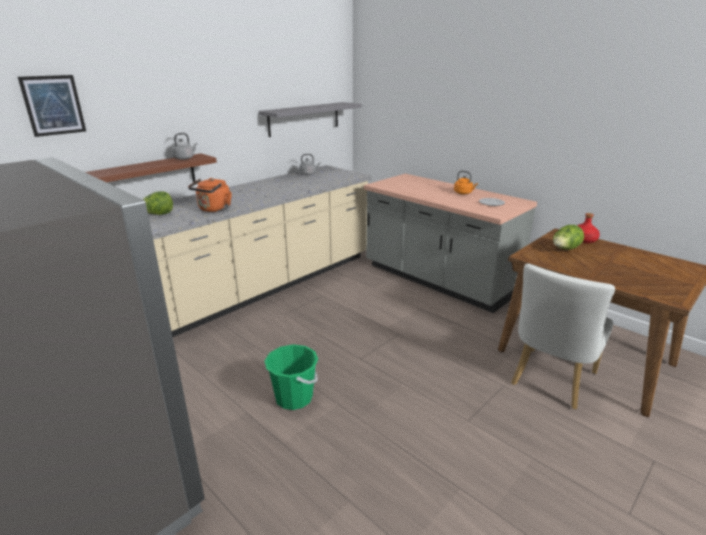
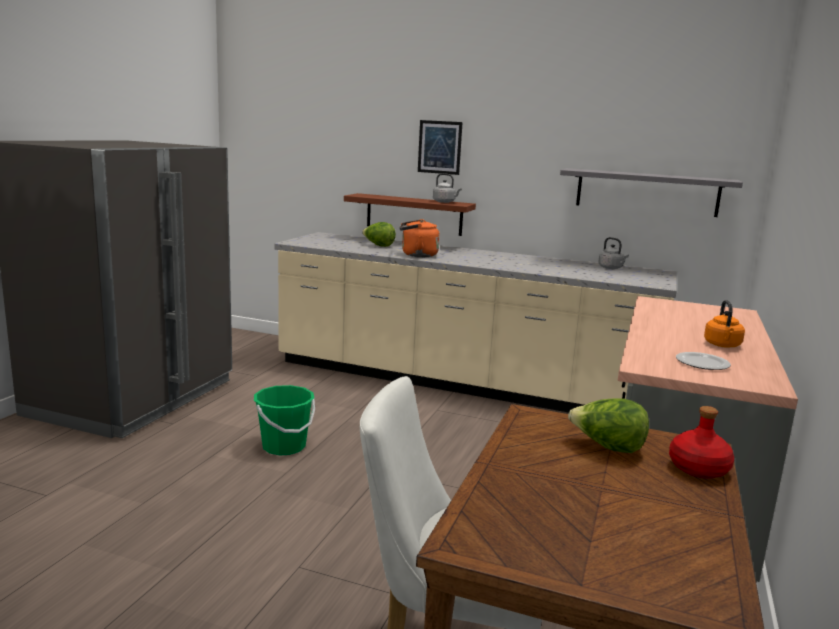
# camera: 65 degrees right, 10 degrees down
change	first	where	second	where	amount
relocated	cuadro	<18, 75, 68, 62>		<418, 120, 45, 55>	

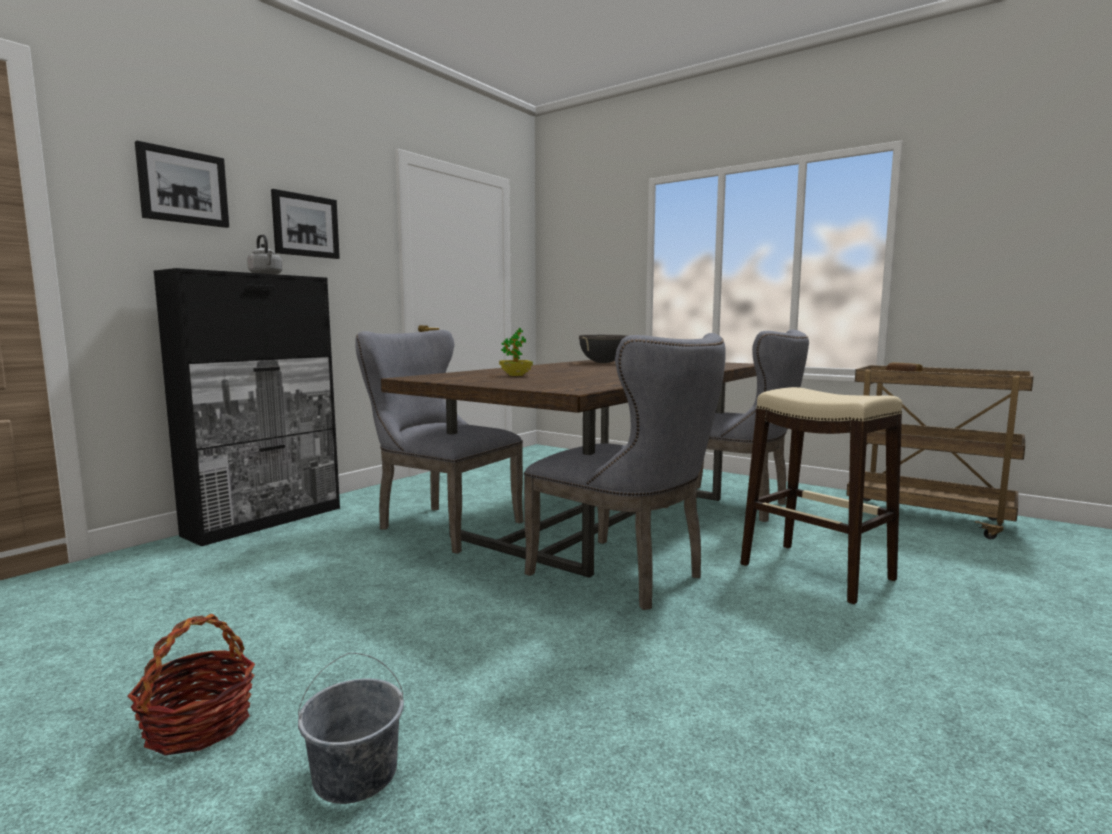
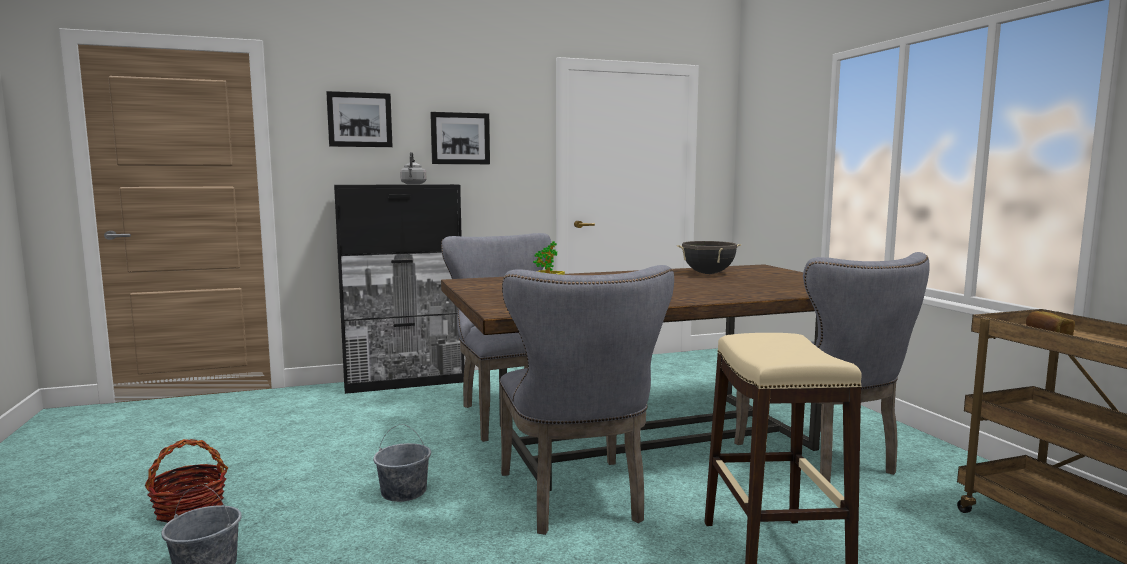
# camera: 35 degrees right, 0 degrees up
change	first	where	second	where	amount
appeared			cubo (gris)	<373, 424, 58, 78>	

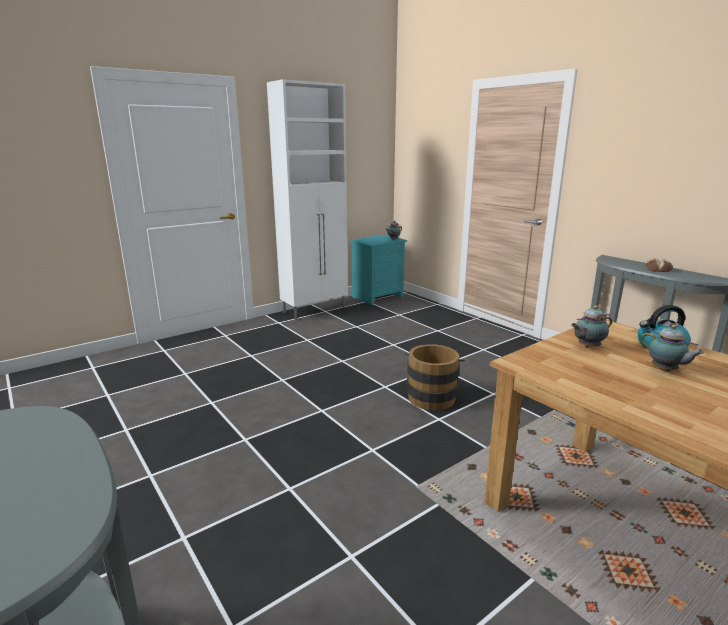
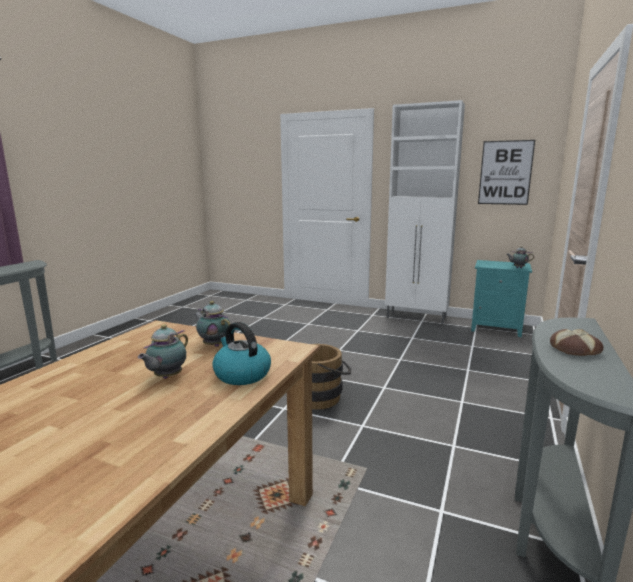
# camera: 60 degrees right, 5 degrees down
change	first	where	second	where	amount
appeared			cuadro	<478, 140, 57, 65>	

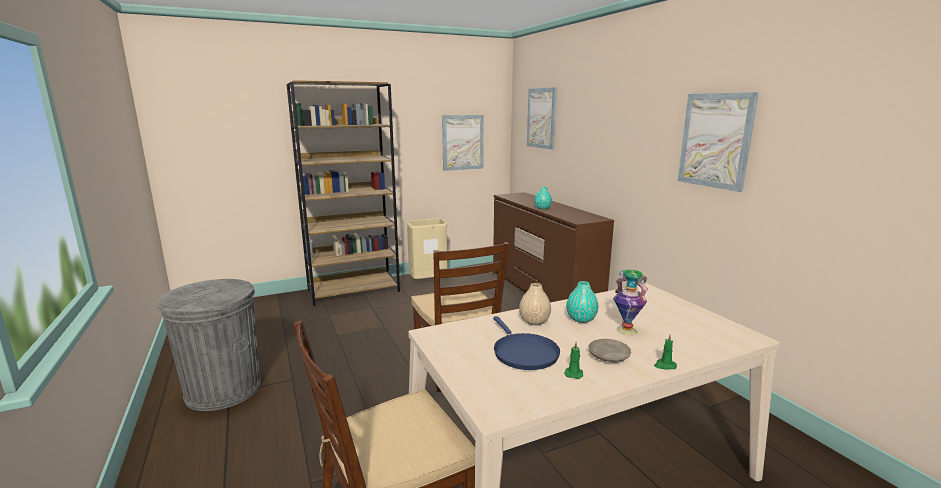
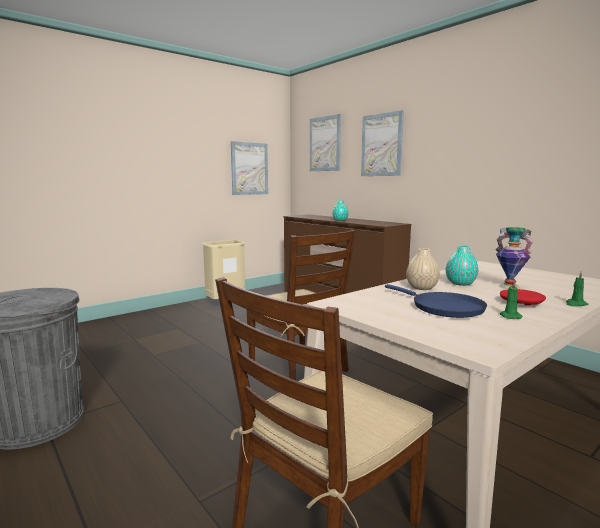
# camera: 15 degrees left, 5 degrees down
change	first	where	second	where	amount
relocated	cuadro	<678, 92, 81, 100>		<361, 110, 43, 66>	
colour	plato (beis)	<588, 339, 43, 23>	plato (rojo)	<500, 289, 46, 17>	
missing	estantería (marrón)	<287, 80, 113, 226>			

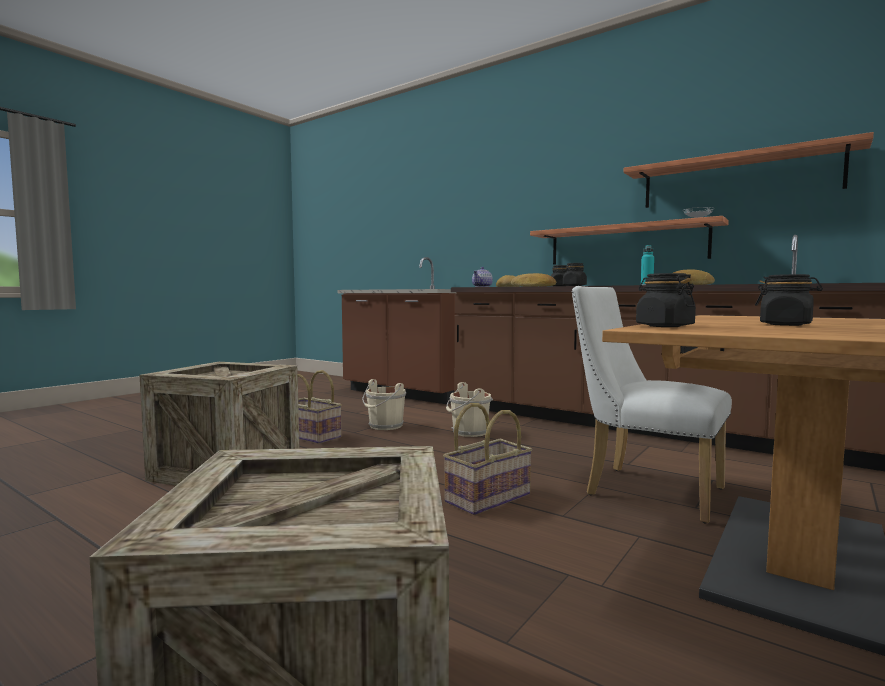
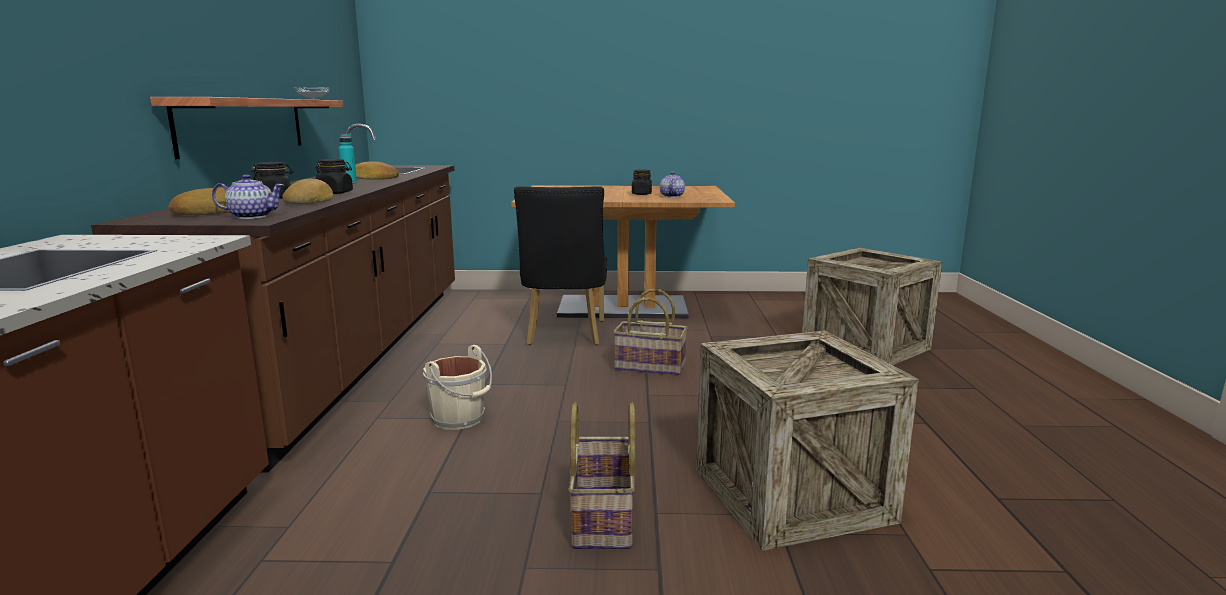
# camera: 125 degrees left, 10 degrees up
change	first	where	second	where	amount
colour	silla (blanco)	<572, 286, 160, 238>	silla (negro)	<514, 186, 93, 159>	
appeared			tetera	<660, 172, 25, 25>	
missing	cubo (beis)	<362, 379, 44, 51>			
missing	estante	<623, 132, 251, 76>			
missing	tarro (negro)	<636, 273, 60, 54>			

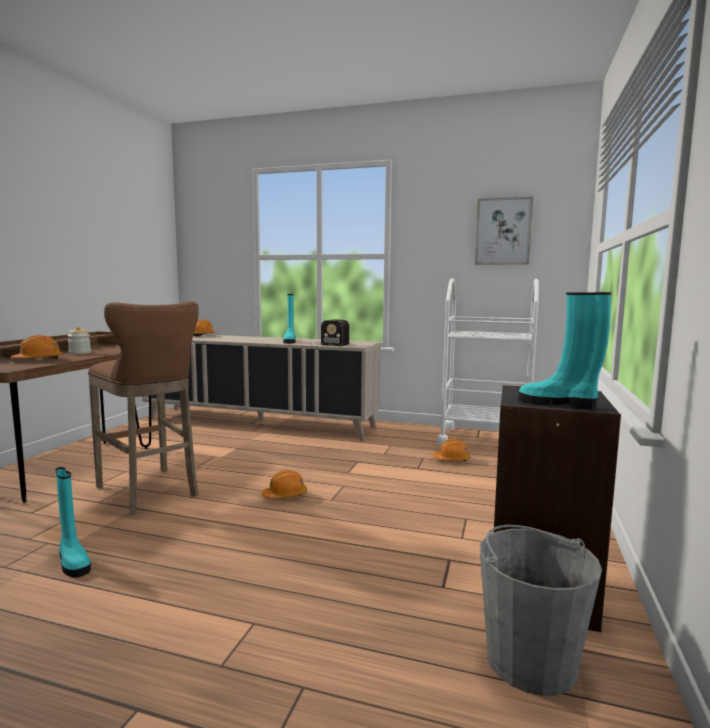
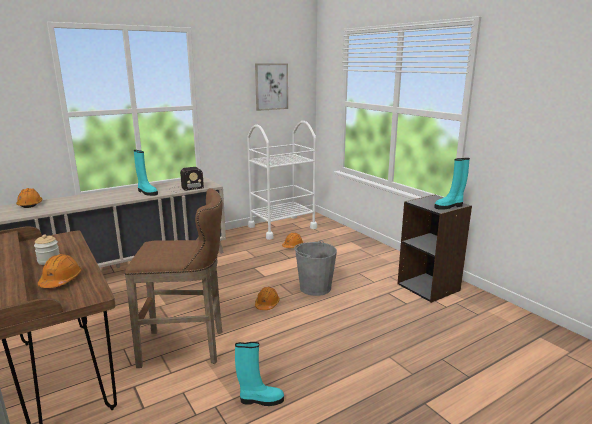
# camera: 50 degrees left, 10 degrees up
change	first	where	second	where	amount
relocated	cubo (gris)	<480, 525, 122, 171>		<294, 240, 43, 56>	

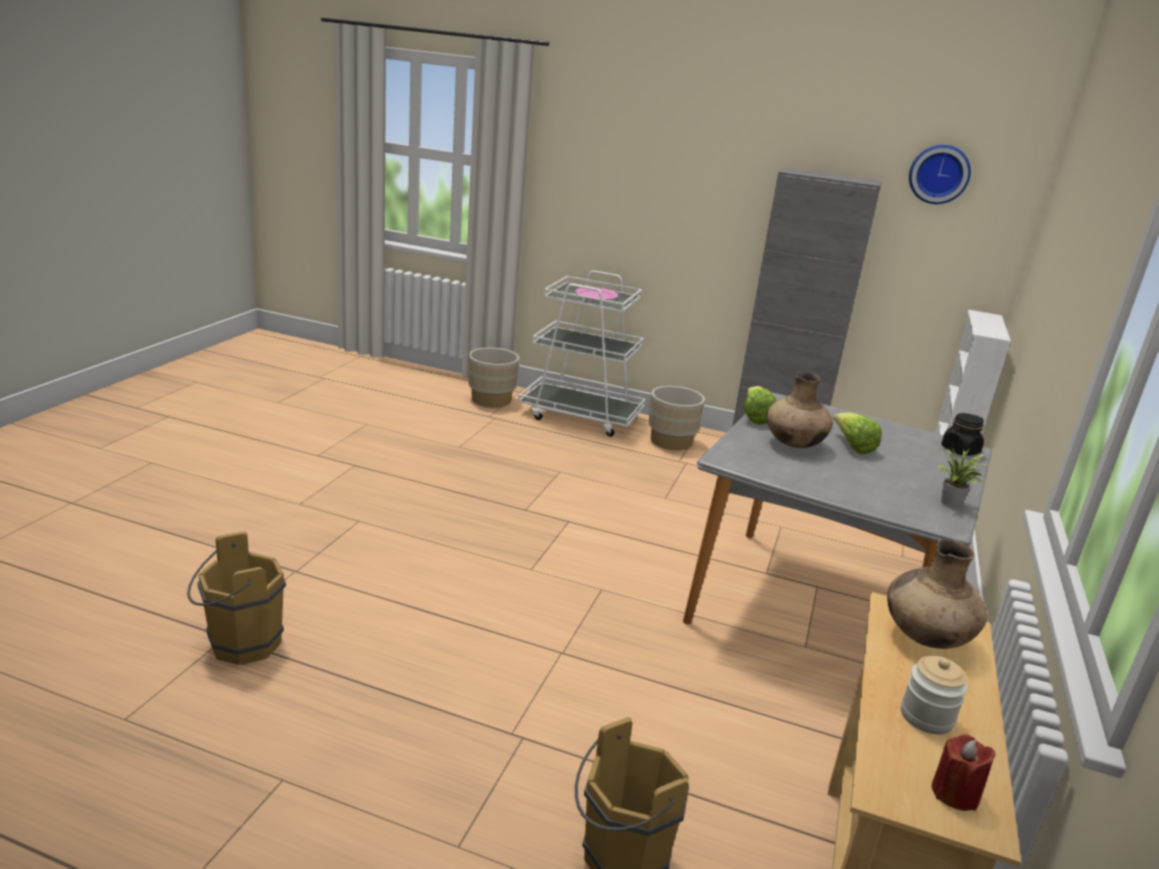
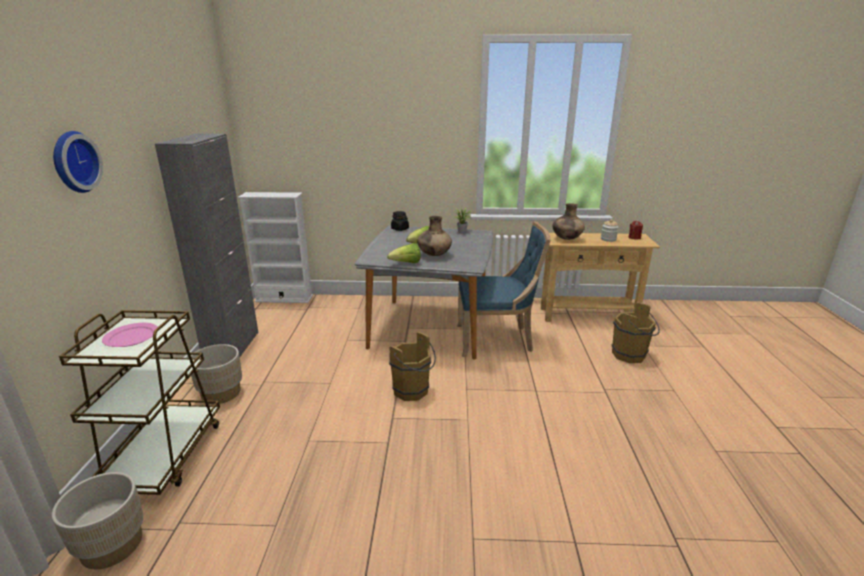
# camera: 105 degrees left, 0 degrees up
change	first	where	second	where	amount
relocated	reloj de pared	<909, 145, 62, 59>		<53, 131, 50, 62>	
colour	carrito (blanco)	<518, 270, 127, 167>	carrito (marrón)	<59, 310, 161, 185>	
relocated	cubo (marrón)	<187, 532, 99, 133>		<389, 332, 47, 69>	
appeared			silla (azul)	<457, 221, 94, 136>	

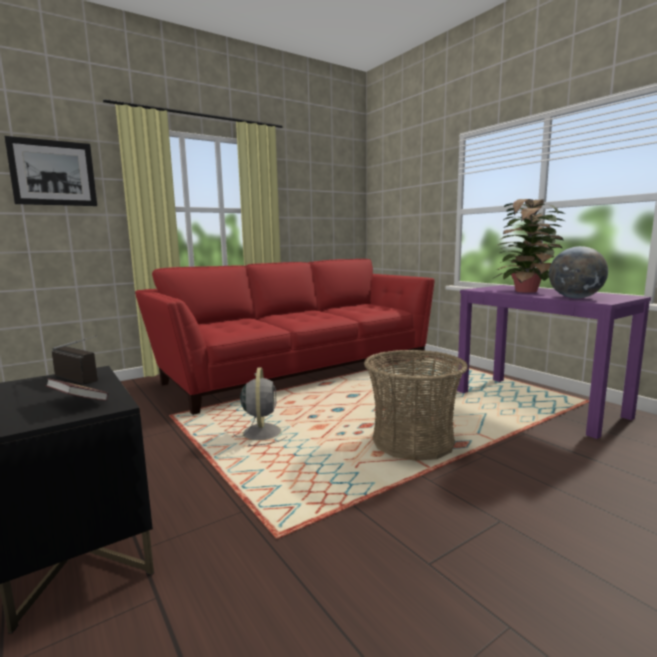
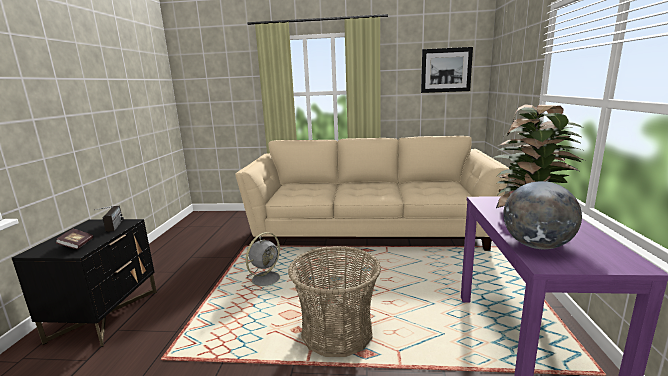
# camera: 40 degrees right, 5 degrees up
change	first	where	second	where	amount
colour	sofá (rojo)	<135, 259, 300, 156>	sofá (beis)	<235, 136, 275, 115>	
relocated	cuadro	<4, 136, 93, 70>		<421, 47, 52, 46>	

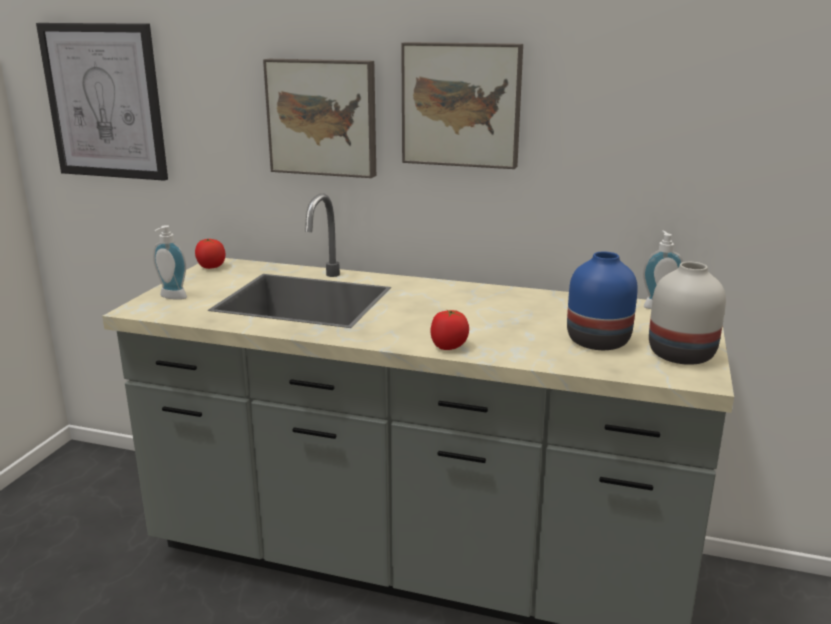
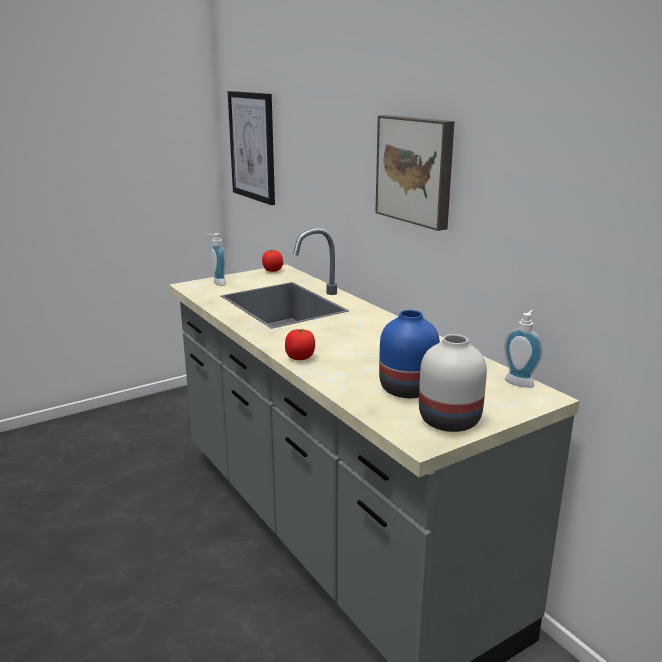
# camera: 40 degrees right, 0 degrees up
change	first	where	second	where	amount
missing	cuadro	<263, 59, 113, 119>			

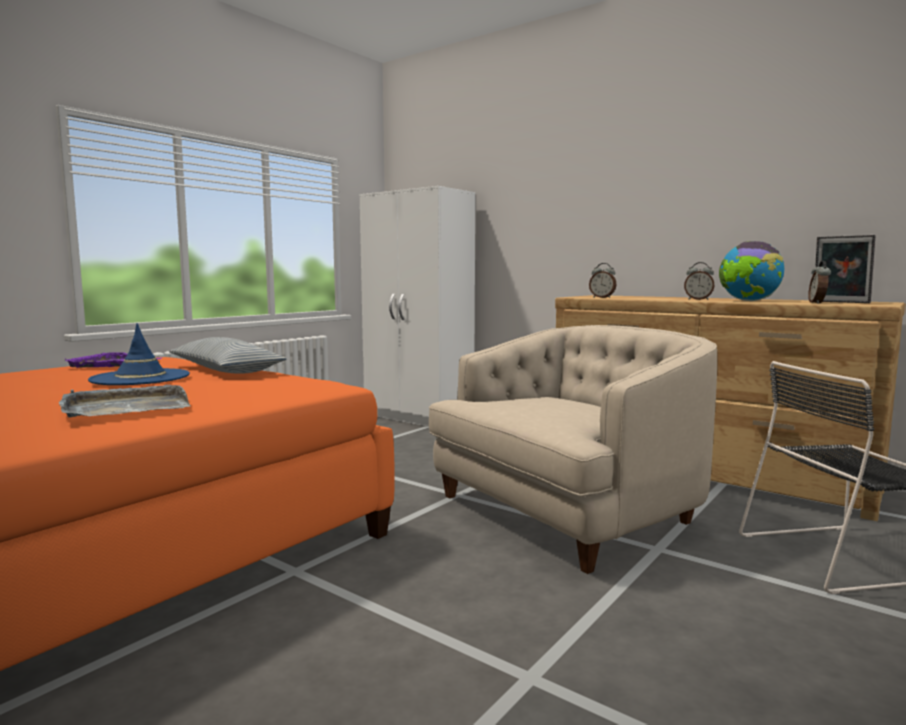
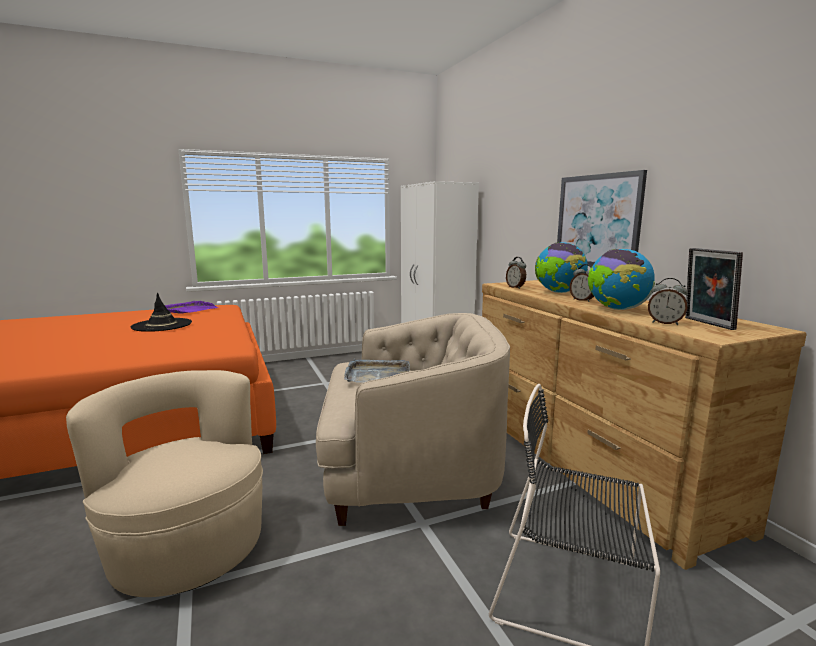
# camera: 30 degrees right, 5 degrees up
change	first	where	second	where	amount
appeared			sillón (beis)	<66, 370, 197, 227>	
colour	sombrero (azul)	<88, 323, 102, 62>	sombrero (negro)	<131, 293, 61, 39>	
relocated	bandeja (gris)	<59, 385, 131, 32>		<344, 359, 66, 23>	
appeared			globo terráqueo	<535, 242, 53, 51>	
appeared			cuadro	<557, 170, 90, 96>	
spun	despertador	<808, 261, 23, 43>		<648, 278, 40, 47>	105 degrees counterclockwise
missing	cojín	<169, 337, 118, 37>			

